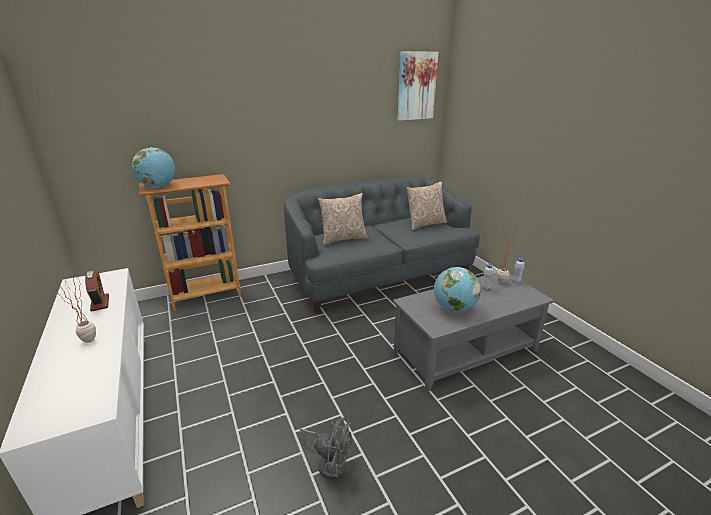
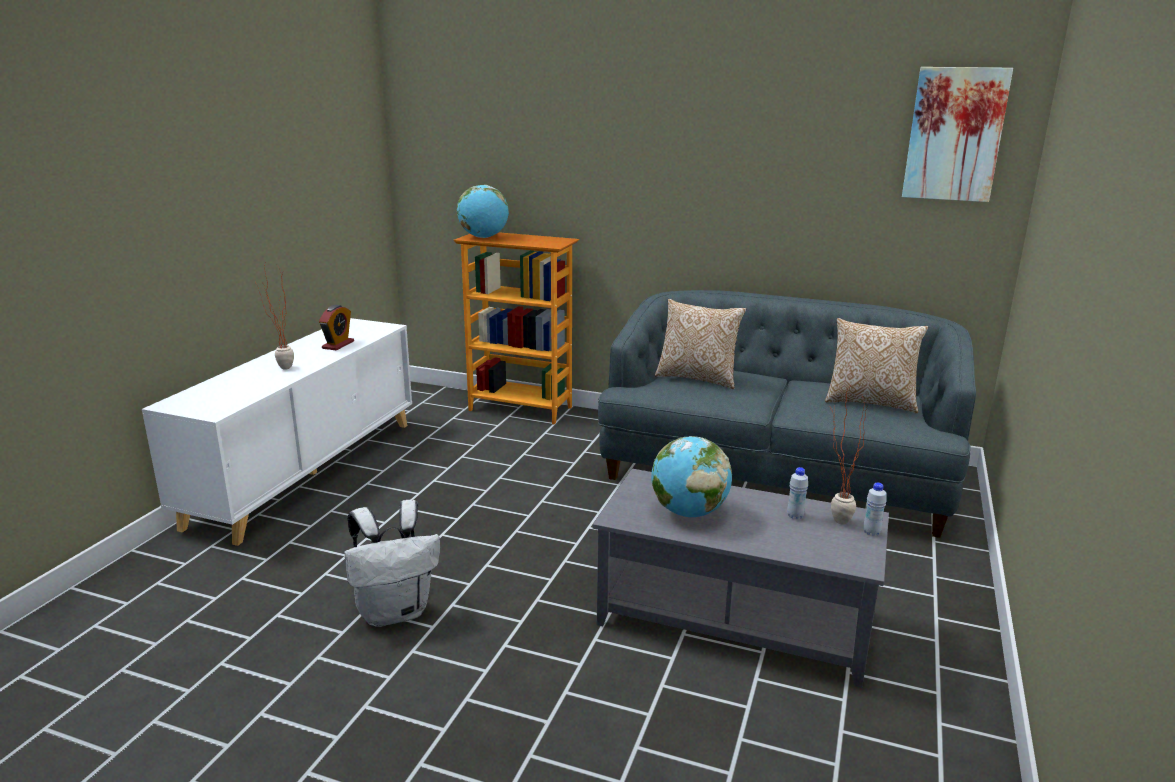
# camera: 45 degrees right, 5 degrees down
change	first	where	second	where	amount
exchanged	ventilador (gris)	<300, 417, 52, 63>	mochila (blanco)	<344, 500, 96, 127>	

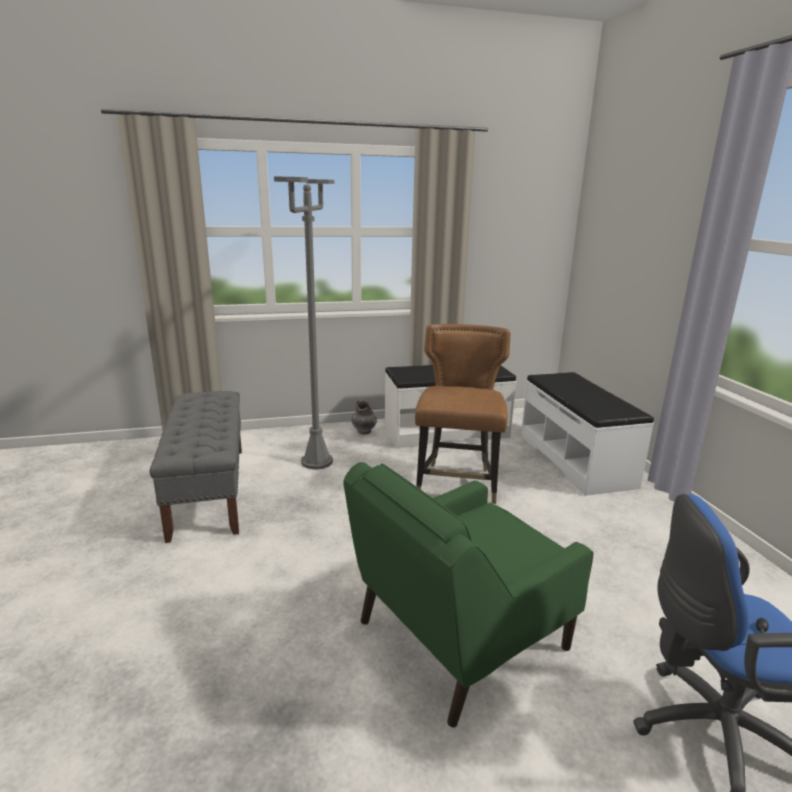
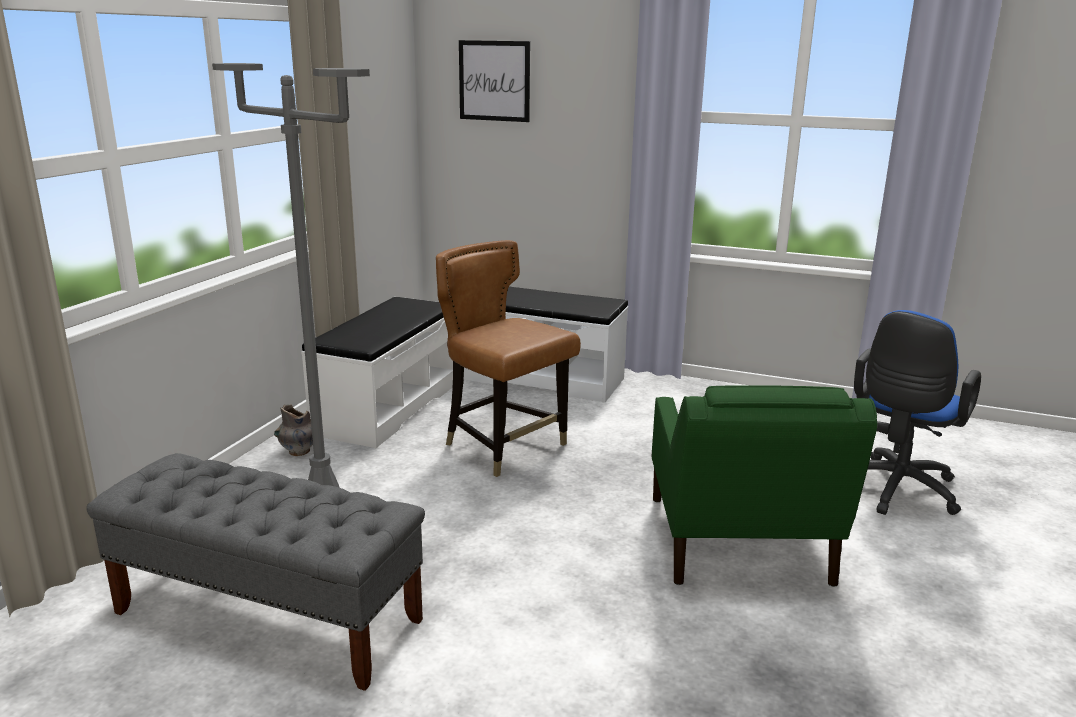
# camera: 55 degrees left, 0 degrees up
change	first	where	second	where	amount
appeared			cuadro	<459, 40, 71, 82>	

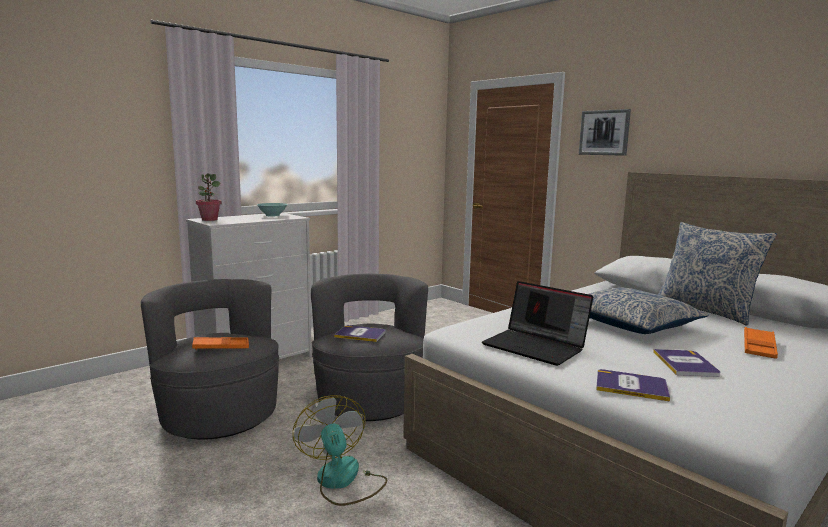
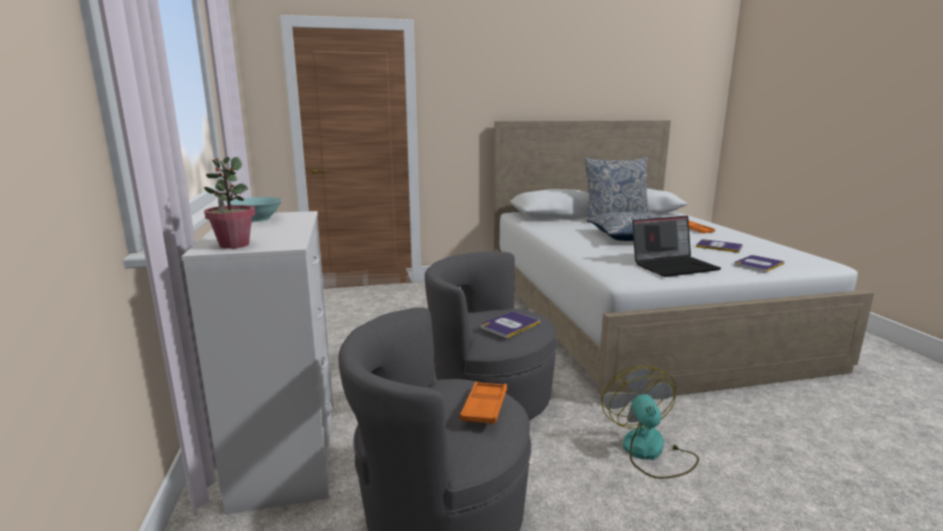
# camera: 60 degrees left, 5 degrees up
change	first	where	second	where	amount
spun	ventilador	<292, 395, 95, 111>		<602, 365, 97, 114>	75 degrees clockwise
missing	cuadro	<579, 109, 52, 47>			

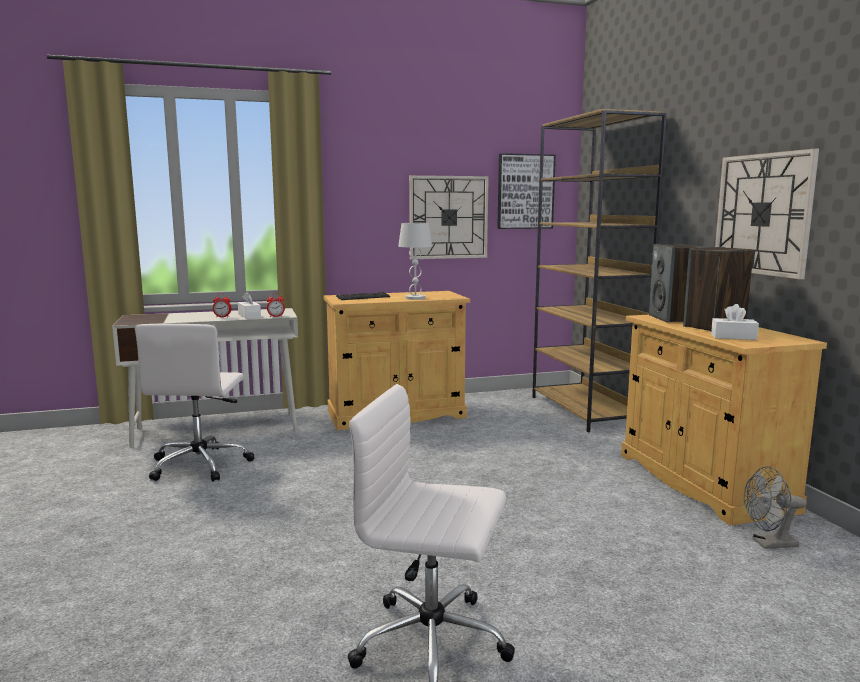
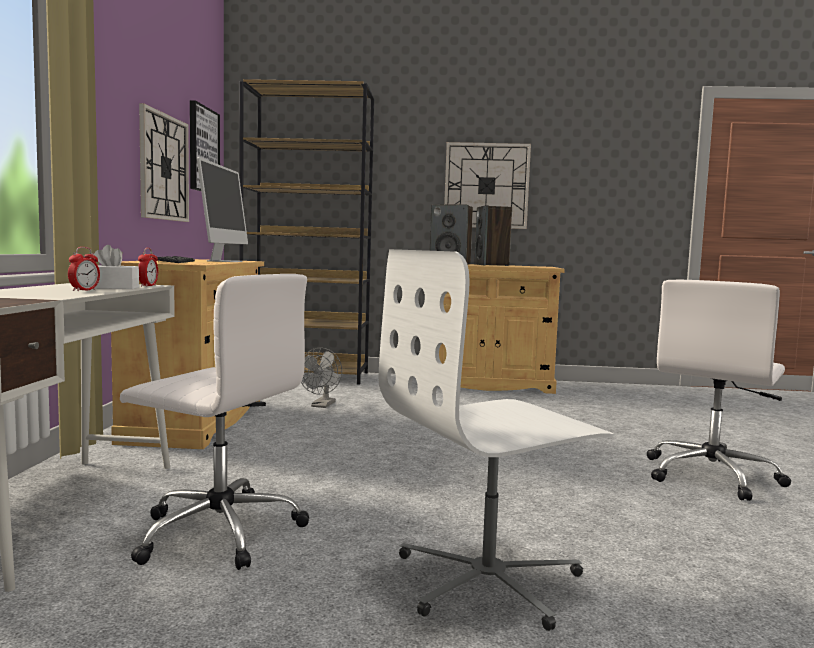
# camera: 70 degrees left, 5 degrees down
change	first	where	second	where	amount
exchanged	lámpara de mesa (blanco)	<398, 223, 34, 77>	monitor	<197, 157, 51, 105>	
relocated	ventilador (gris)	<744, 466, 63, 83>		<301, 348, 41, 60>	
appeared			silla de oficina (blanco)	<379, 249, 235, 382>	
missing	caja de pañuelos (blanco)	<711, 304, 48, 36>			

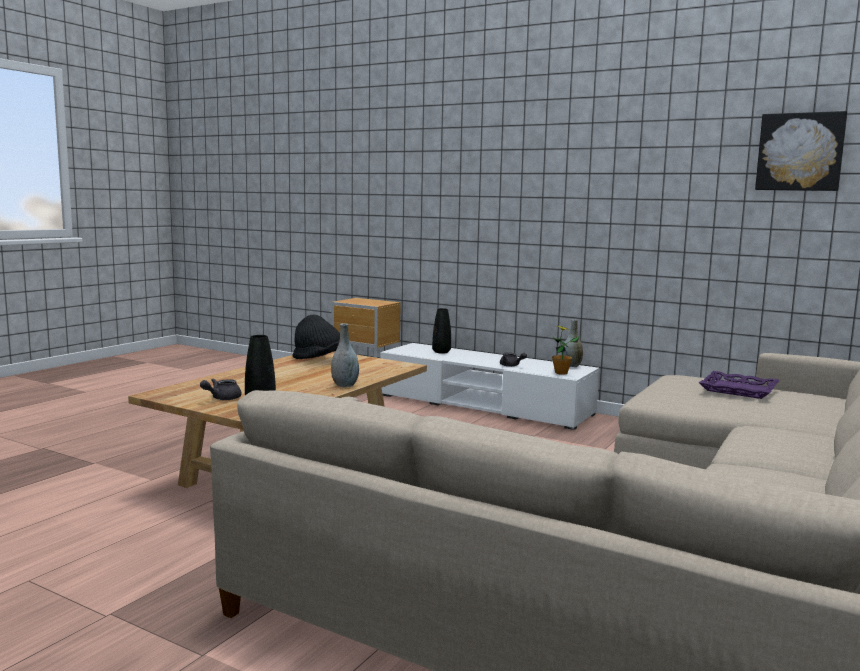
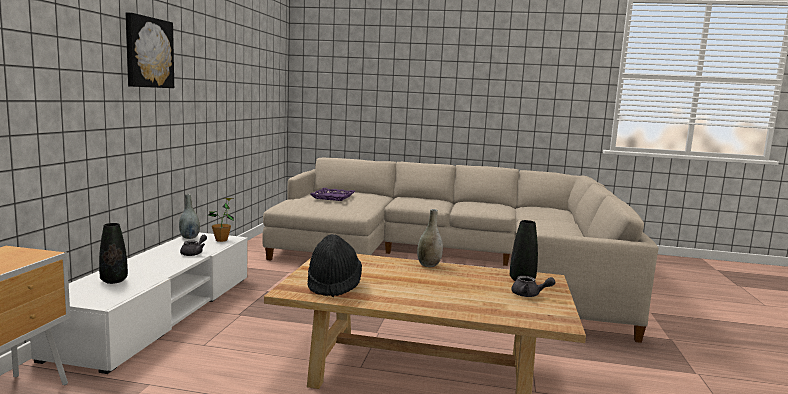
# camera: 110 degrees left, 0 degrees up
change	first	where	second	where	amount
relocated	cuadro	<755, 111, 92, 80>		<126, 12, 48, 76>	

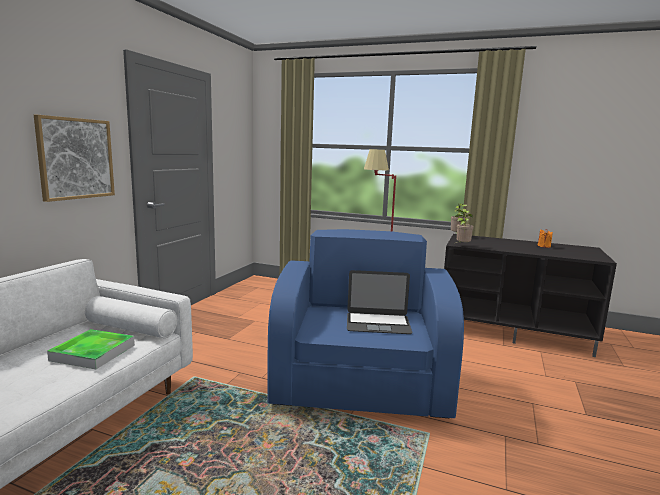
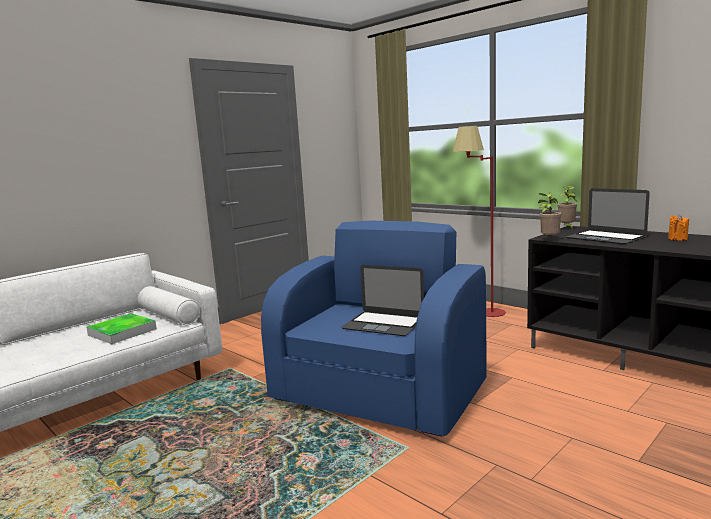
# camera: 25 degrees right, 0 degrees up
change	first	where	second	where	amount
appeared			portátil	<566, 188, 84, 56>	
missing	cuadro	<34, 115, 81, 87>			

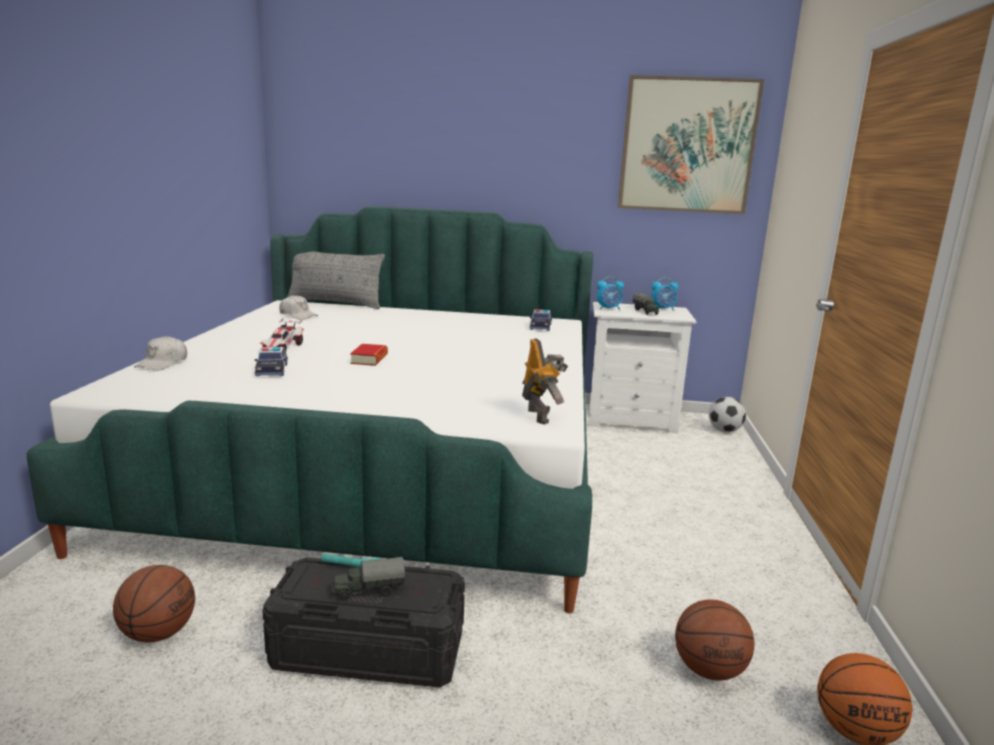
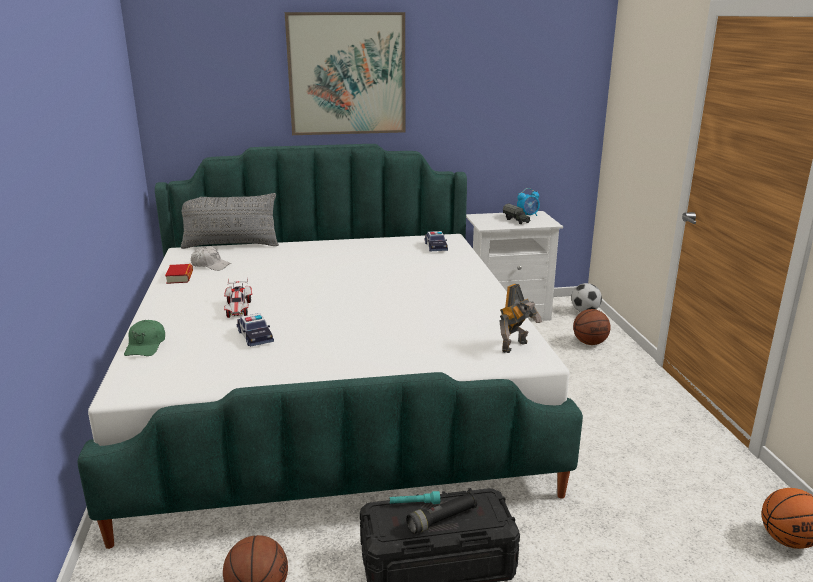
# camera: 15 degrees left, 5 degrees up
change	first	where	second	where	amount
colour	gorra (blanco)	<134, 336, 53, 35>	gorra (verde)	<124, 320, 41, 36>	
relocated	libro	<350, 344, 38, 22>		<165, 264, 28, 20>	
relocated	cuadro	<618, 75, 146, 139>		<285, 12, 120, 123>	
exchanged	camión de juguete	<332, 557, 73, 43>	linterna (negro)	<406, 492, 71, 42>	
spun	robot de juguete	<522, 338, 46, 87>		<499, 284, 43, 69>	75 degrees clockwise
relocated	balón de baloncesto	<675, 600, 79, 81>		<573, 309, 38, 36>	
missing	despertador	<597, 276, 27, 34>			

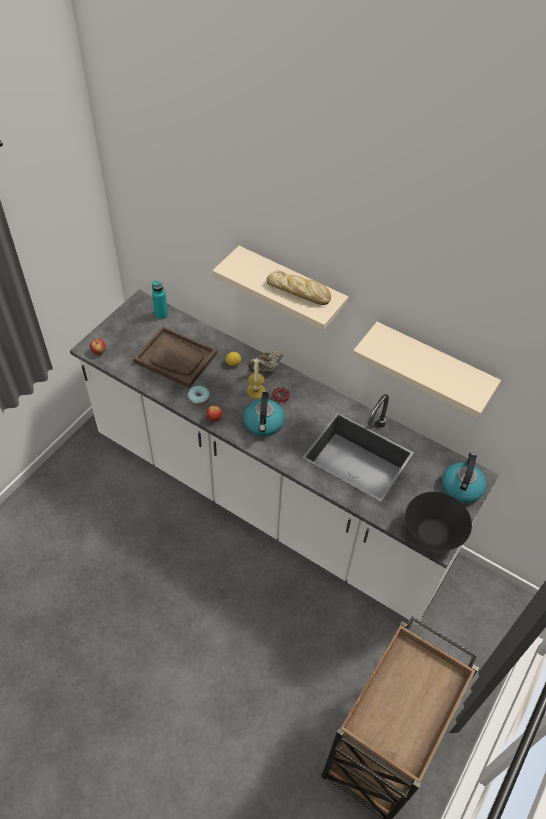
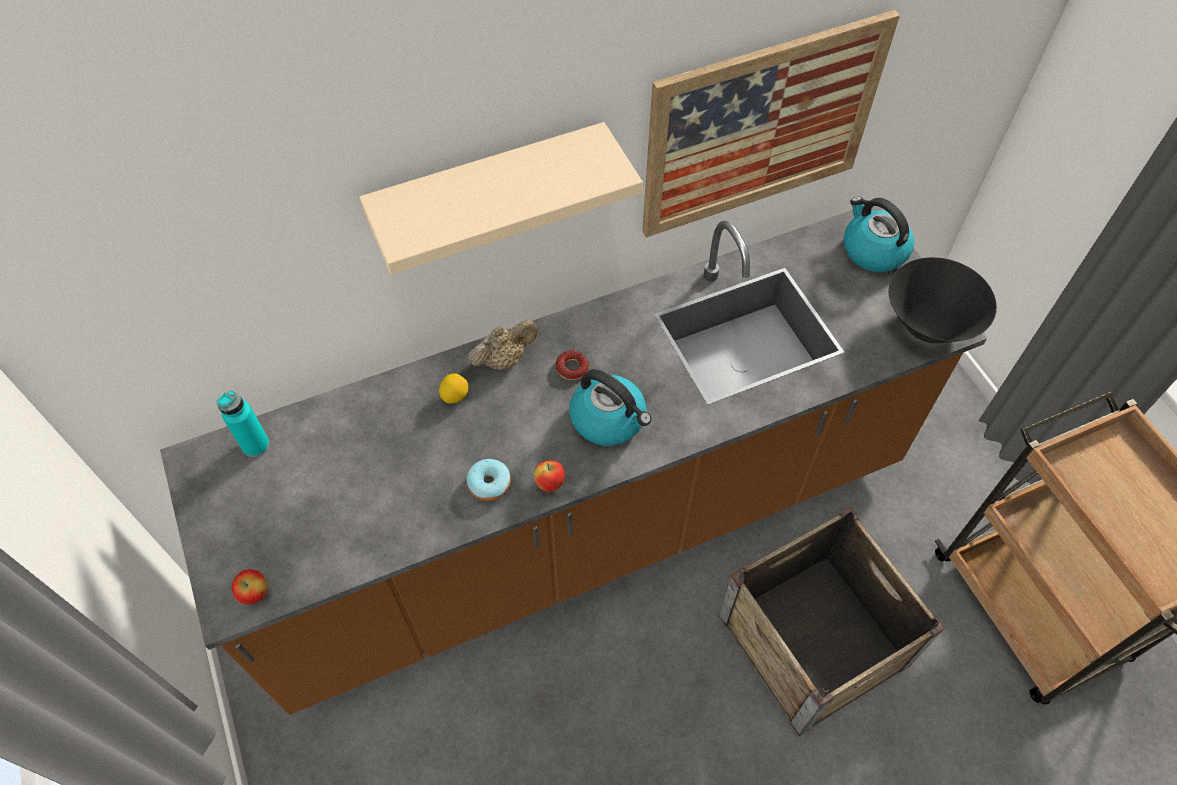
# camera: 55 degrees left, 5 degrees up
change	first	where	second	where	amount
colour	mueble bajo de cocina (blanco)	<70, 289, 429, 336>	mueble bajo de cocina (marrón)	<160, 206, 827, 509>	
spun	tetera (beis)	<248, 350, 35, 24>		<468, 320, 70, 50>	120 degrees counterclockwise
exchanged	estante (beis)	<352, 322, 149, 96>	cuadro	<642, 10, 258, 228>	
appeared			caja de embalaje	<719, 508, 226, 228>	
missing	bandeja (marrón)	<133, 326, 84, 62>			
missing	vela	<247, 358, 18, 40>			
missing	pan	<266, 271, 65, 34>			

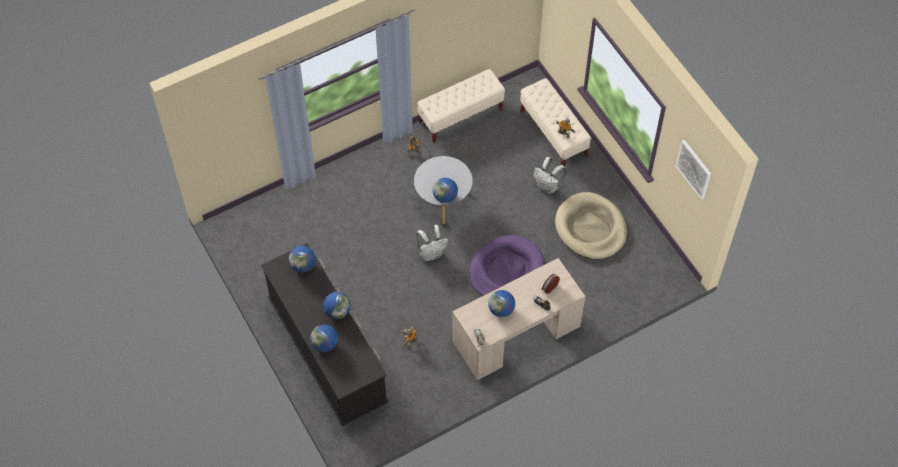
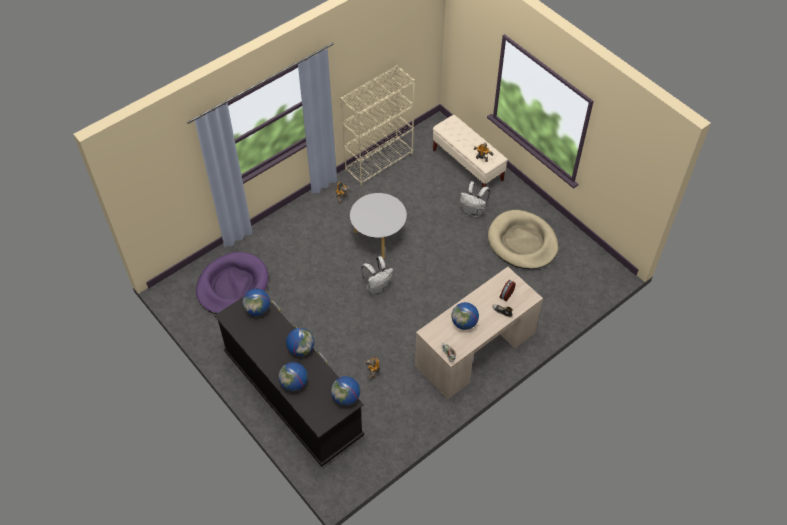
# camera: 10 degrees left, 5 degrees down
change	first	where	second	where	amount
relocated	cama para perro (morado)	<469, 235, 76, 61>		<196, 252, 73, 62>	
relocated	globo terráqueo	<433, 178, 25, 25>		<331, 376, 29, 30>	
exchanged	banco (beis)	<417, 69, 88, 74>	estantería (beis)	<341, 65, 74, 121>	
missing	cuadro	<676, 140, 35, 60>			

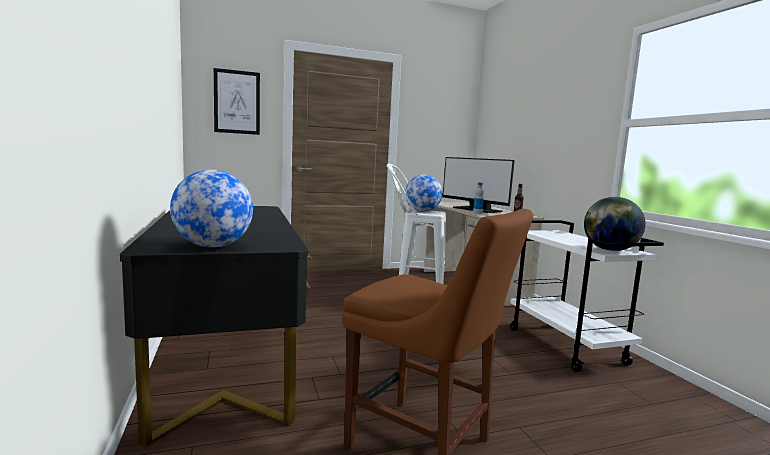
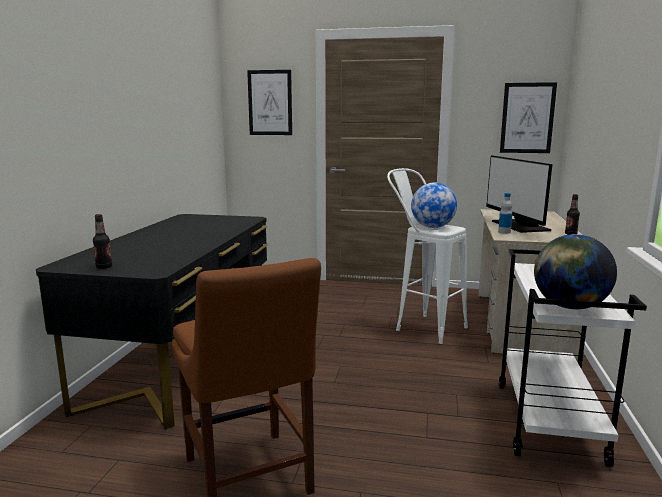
# camera: 30 degrees right, 5 degrees up
change	first	where	second	where	amount
exchanged	globo terráqueo	<170, 170, 83, 78>	botella	<93, 214, 19, 55>	
appeared			cuadro	<500, 82, 57, 71>	

